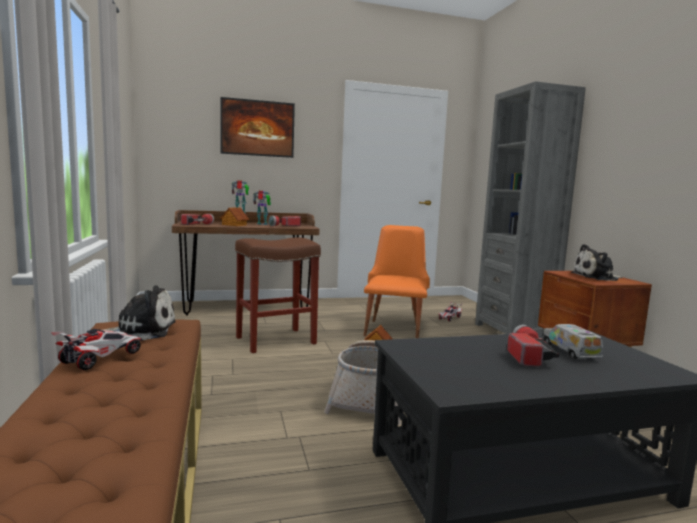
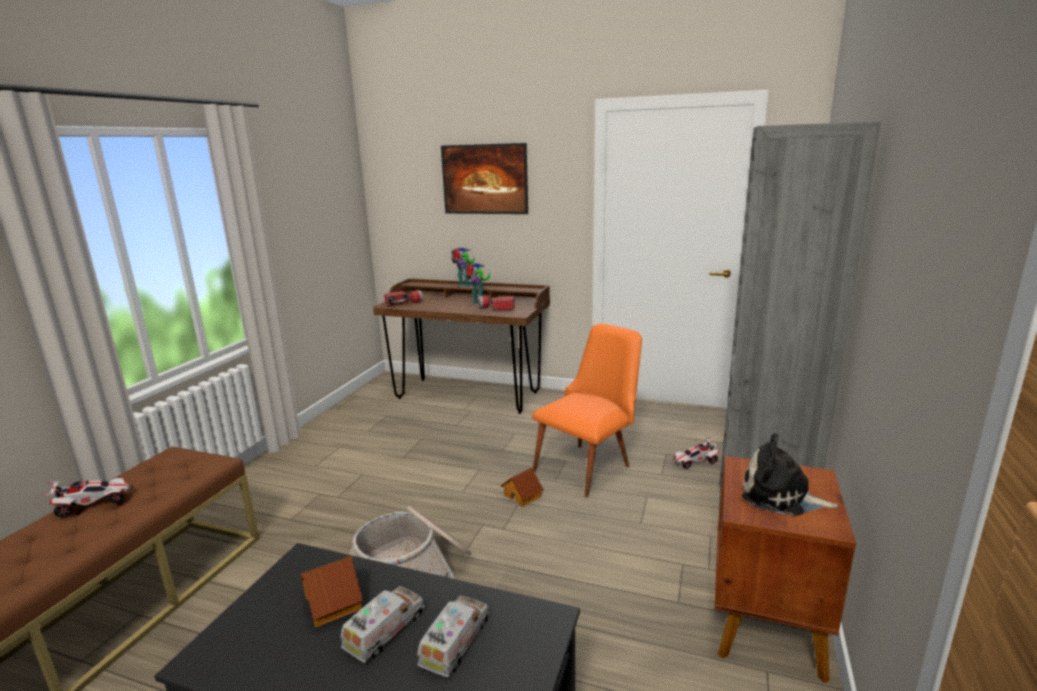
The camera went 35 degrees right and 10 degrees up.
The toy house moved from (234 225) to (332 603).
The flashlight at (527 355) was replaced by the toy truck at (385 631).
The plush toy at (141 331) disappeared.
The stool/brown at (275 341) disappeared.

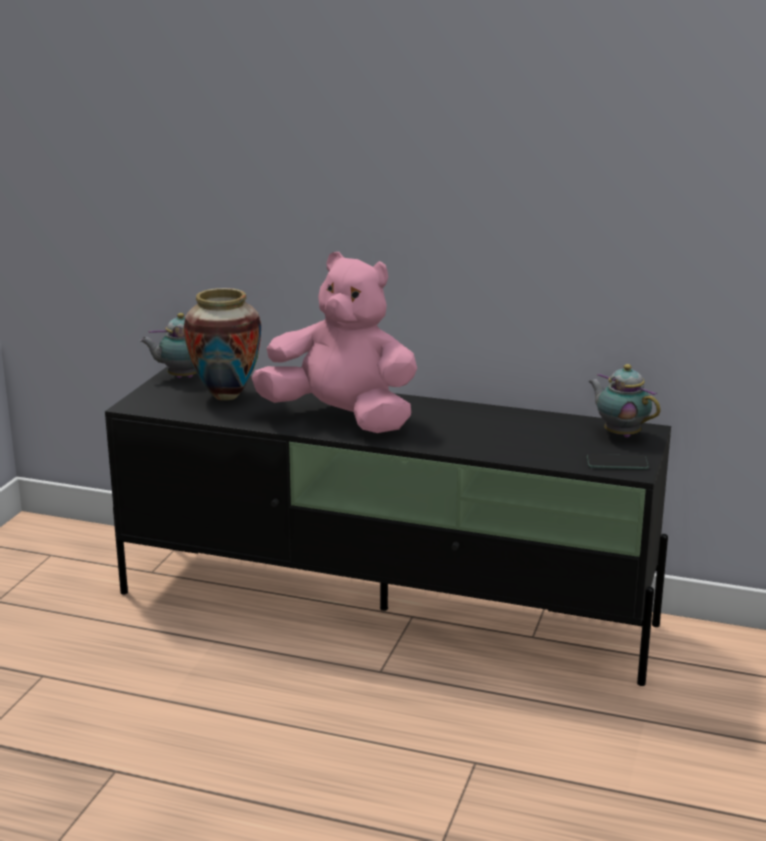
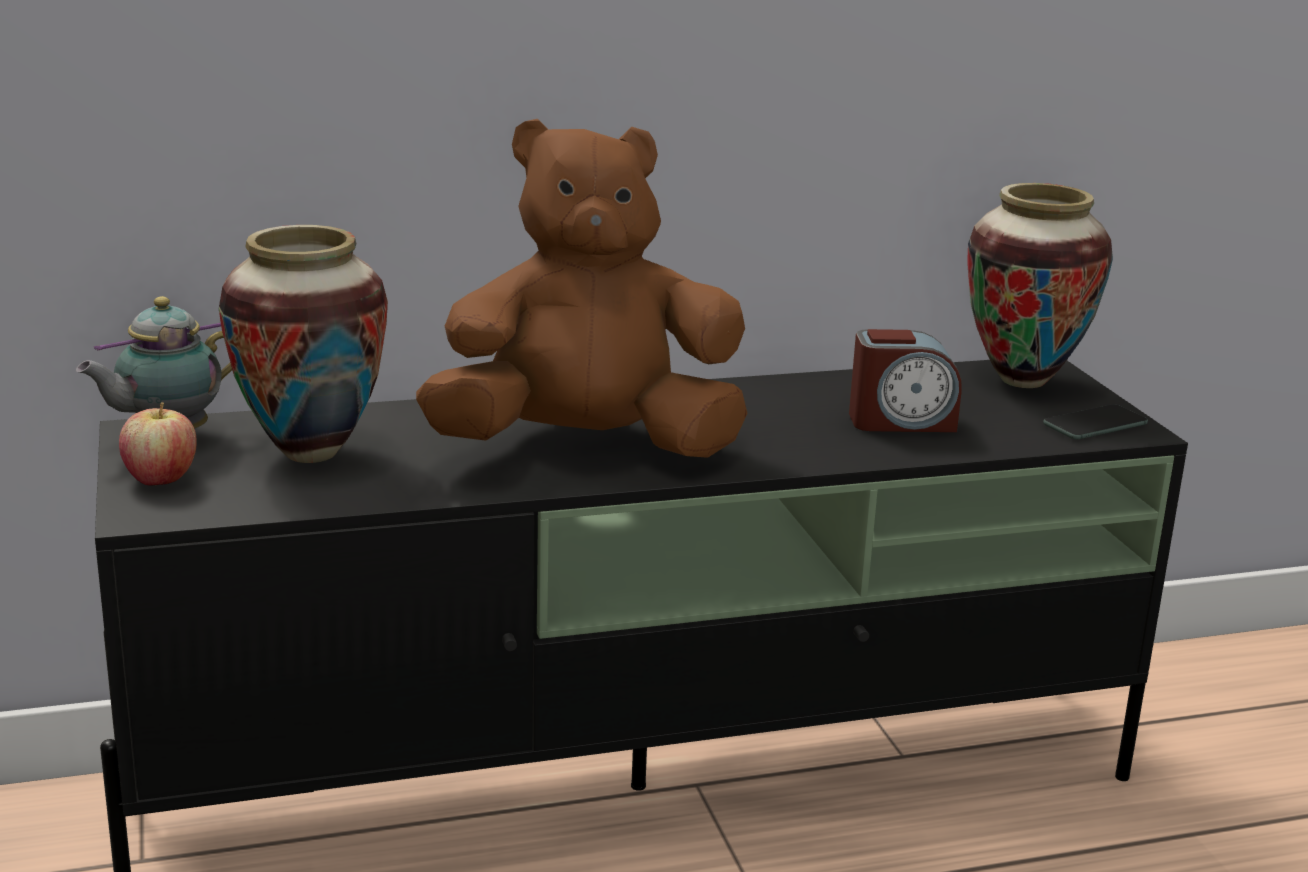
The camera went 35 degrees left and 0 degrees up.
The apple at (161 479) appeared.
The plush toy/pink at (342 418) became the plush toy/brown at (586 447).
The alarm clock at (901 421) appeared.
The teapot at (620 434) was replaced by the vase at (1023 381).

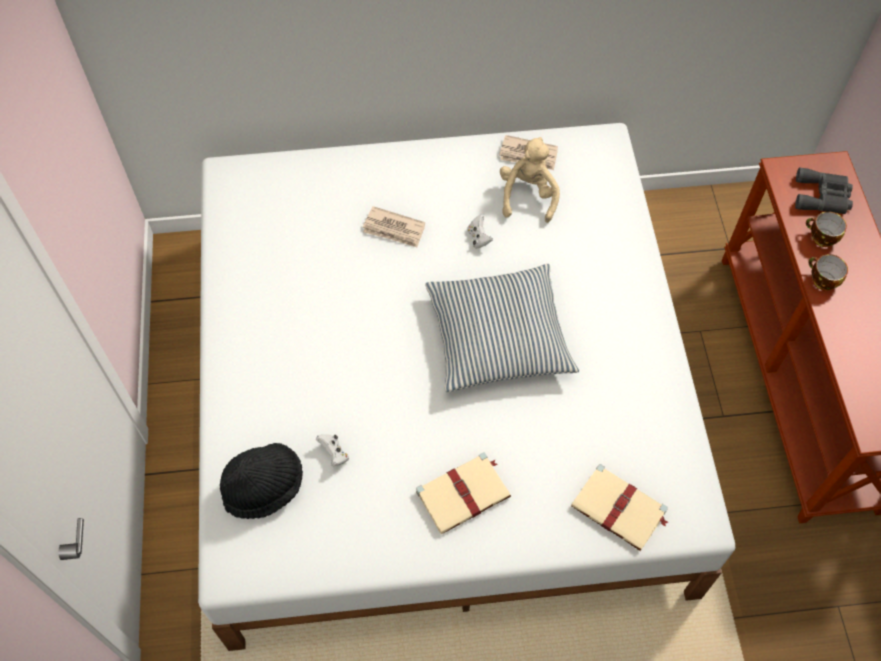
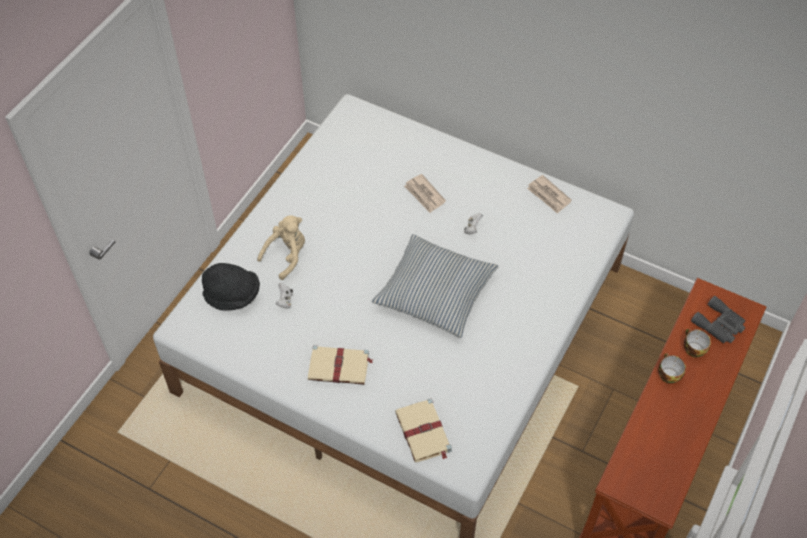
The camera went 35 degrees right and 5 degrees down.
The plush toy/beige moved from (528 195) to (287 255).

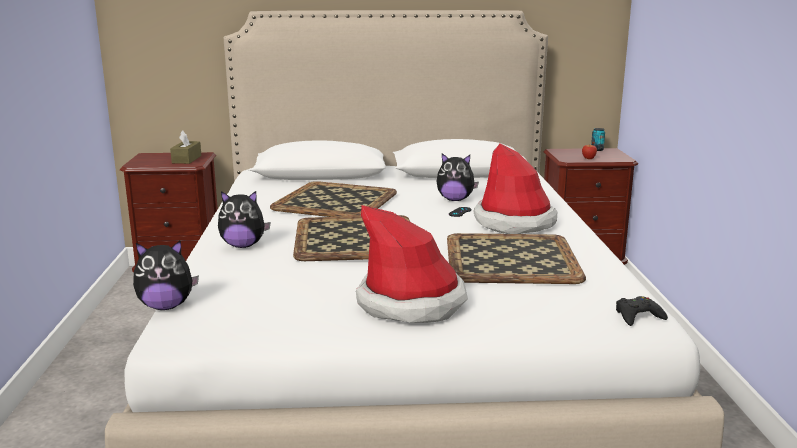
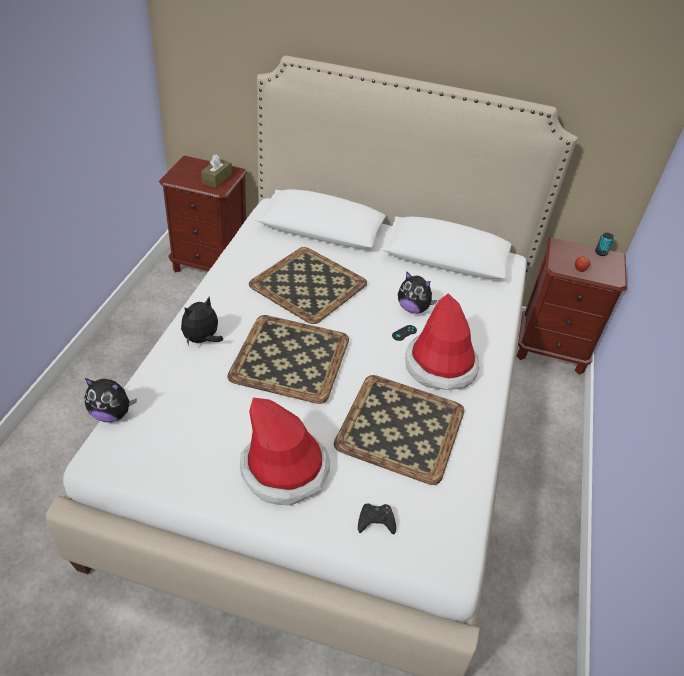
The camera went 15 degrees right and 25 degrees up.
The plush toy at (243 245) turned 120 degrees clockwise.
The game controller/black moved from (638 316) to (376 521).

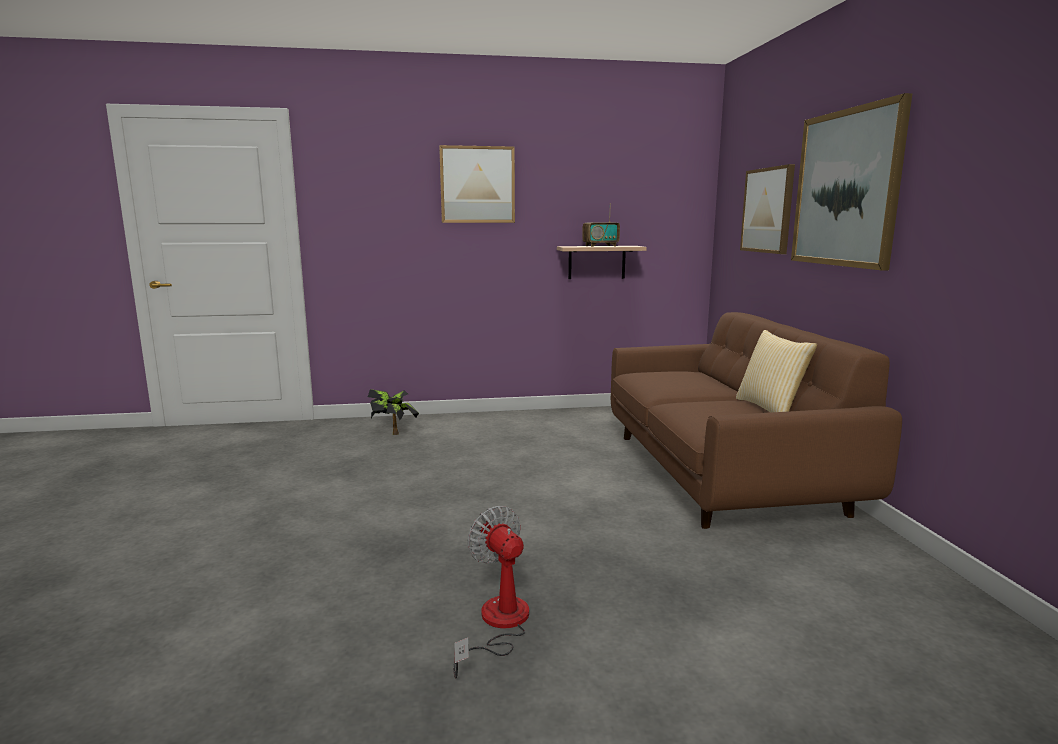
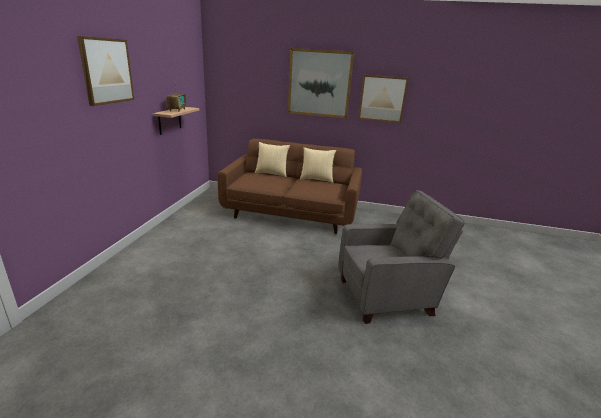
The camera went 70 degrees left and 10 degrees up.
The pillow at (272 173) appeared.
The fan at (498 624) was replaced by the armchair/grey at (387 297).
The picture moved from (768 210) to (382 98).
The potted plant at (394 432) disappeared.

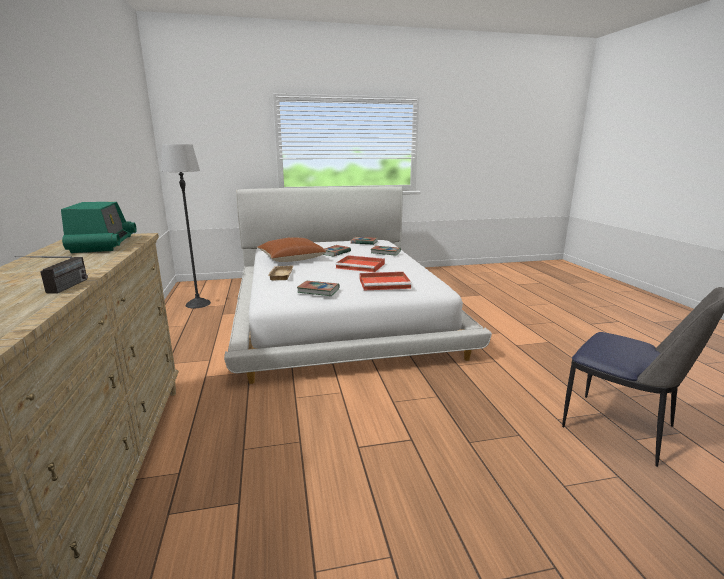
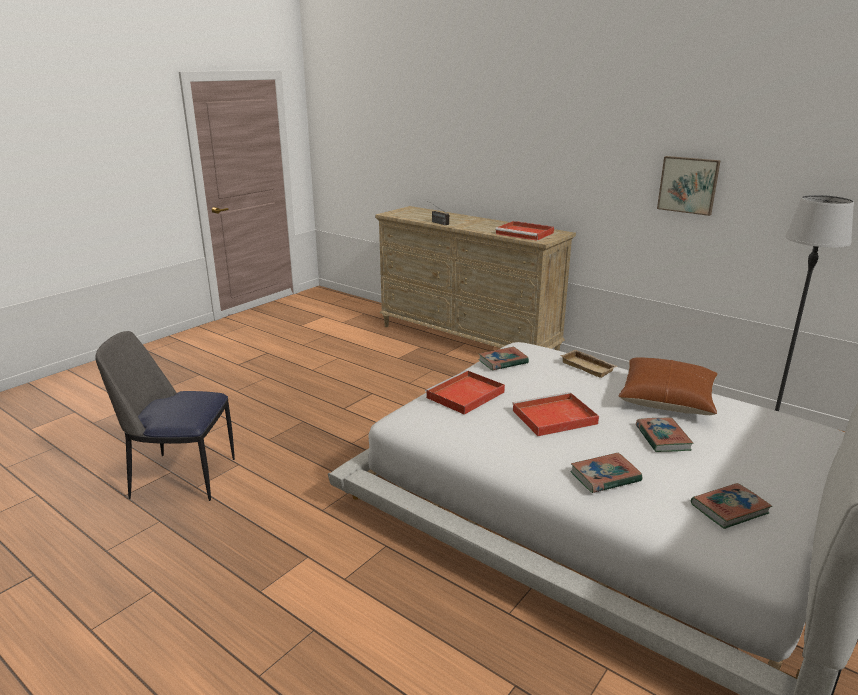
The camera went 140 degrees right and 5 degrees up.
The radio at (103 244) was replaced by the tray/red at (525 233).
The picture at (688 185) appeared.

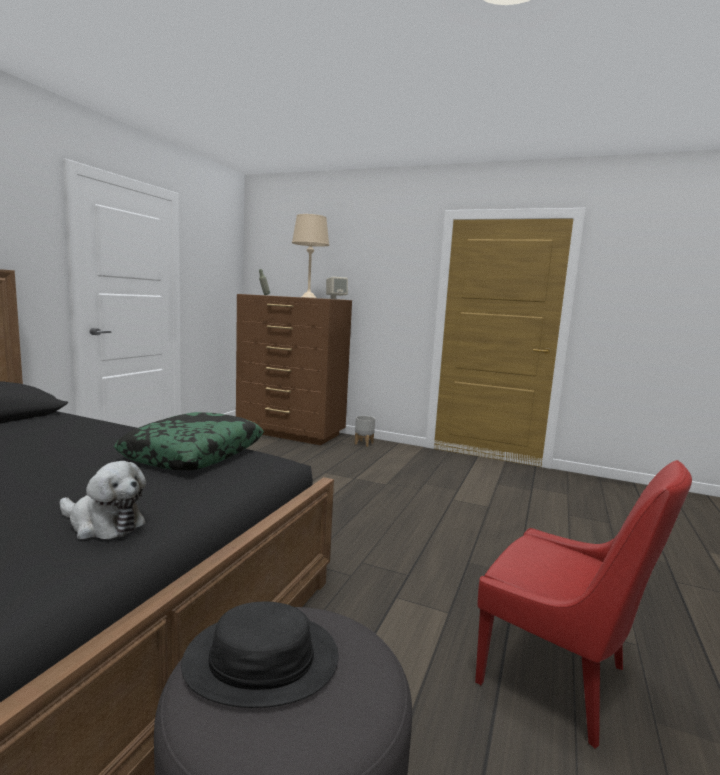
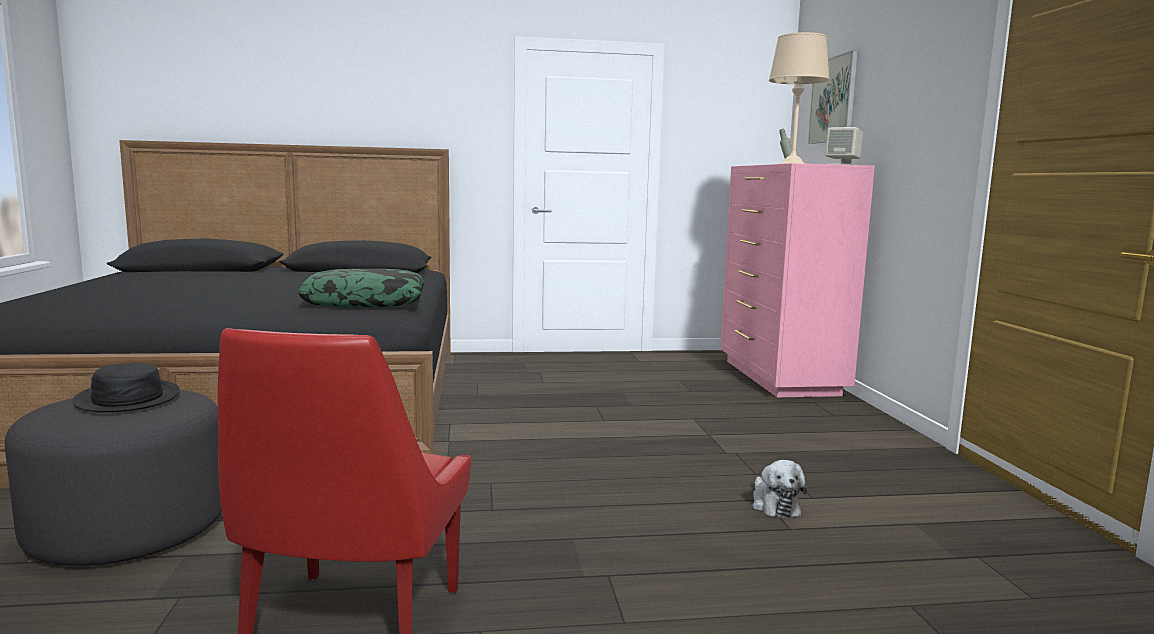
The camera went 60 degrees right and 0 degrees up.
The dresser/brown at (291 433) became the dresser/pink at (779 377).
The plush toy moved from (103 524) to (774 505).
The picture at (833 100) appeared.
The planter/grey at (364 443) disappeared.

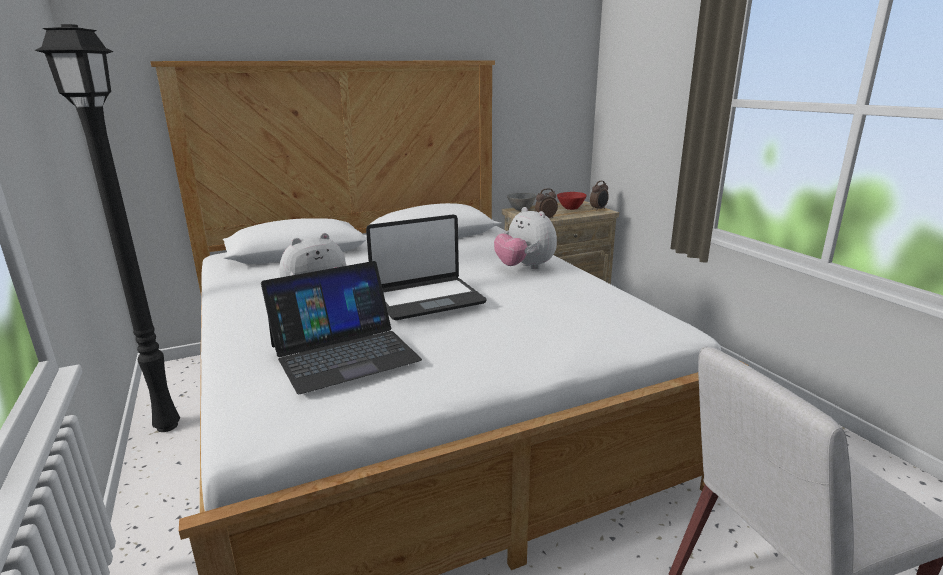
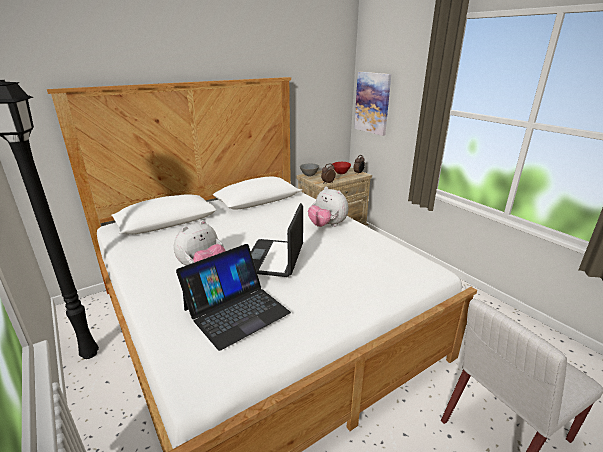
The camera went 10 degrees left and 5 degrees up.
The laptop at (427 299) turned 135 degrees clockwise.
The picture at (372 103) appeared.

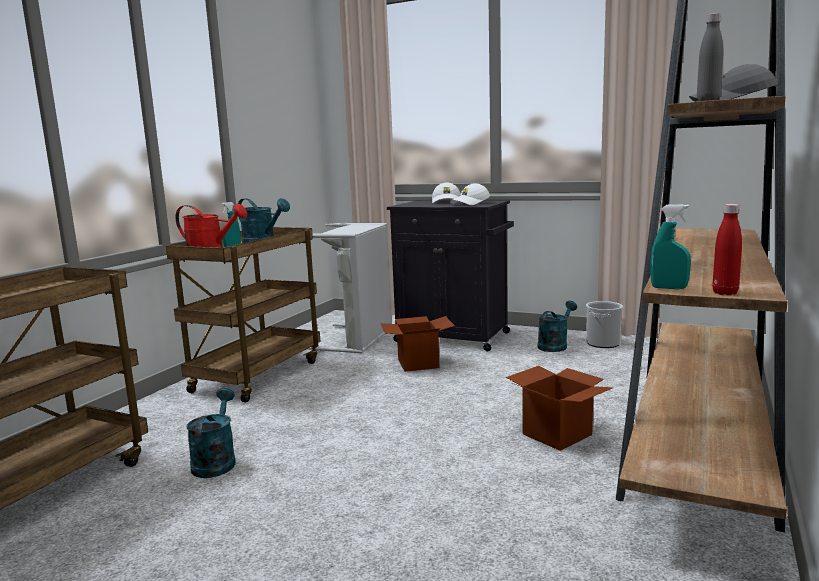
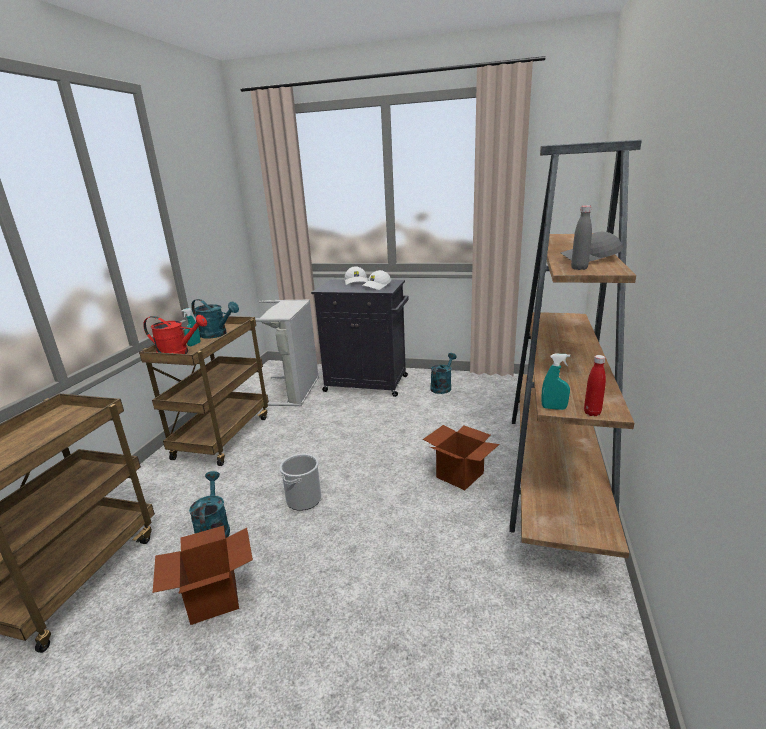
The camera went 10 degrees left and 10 degrees up.
The cardboard box moved from (418 363) to (214 598).
The bucket moved from (603 343) to (304 499).

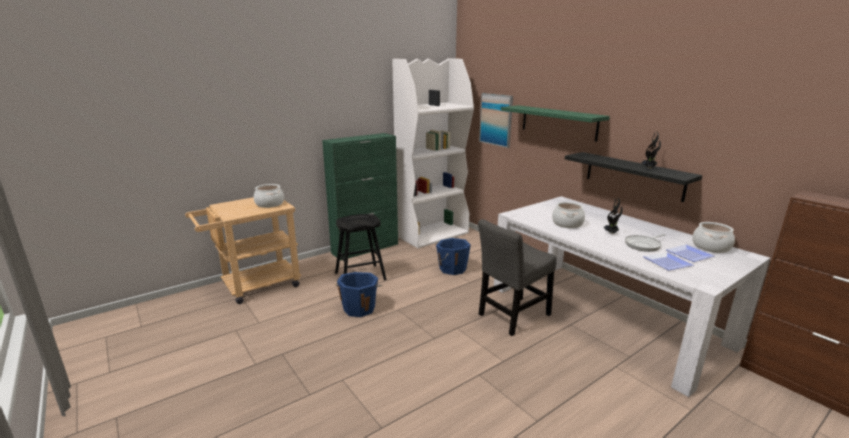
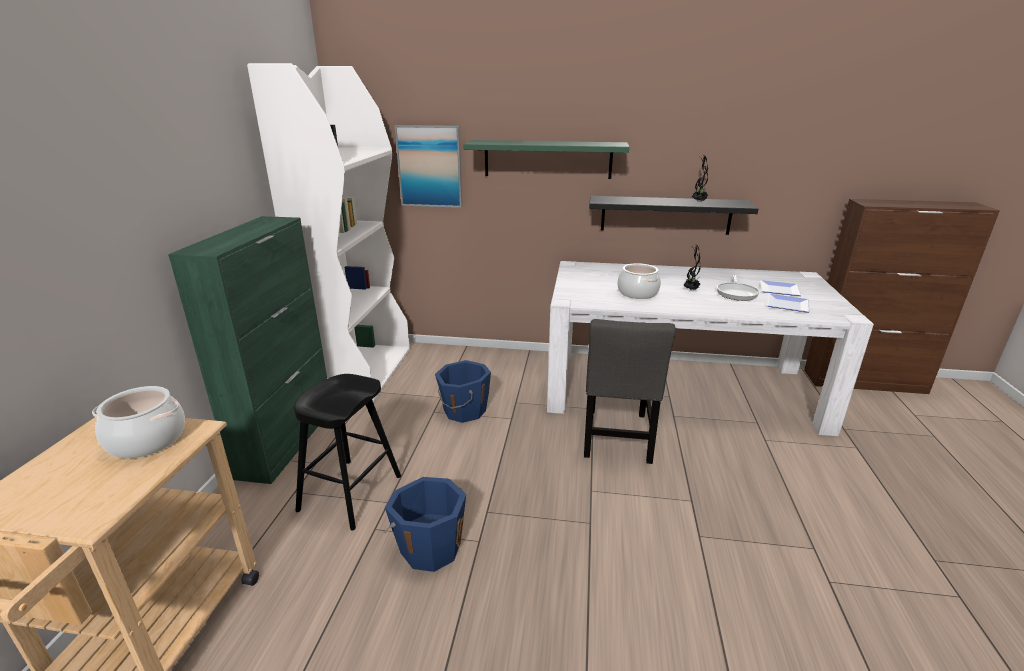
The camera went 45 degrees left and 5 degrees up.
The cooking pot at (711 247) disappeared.

